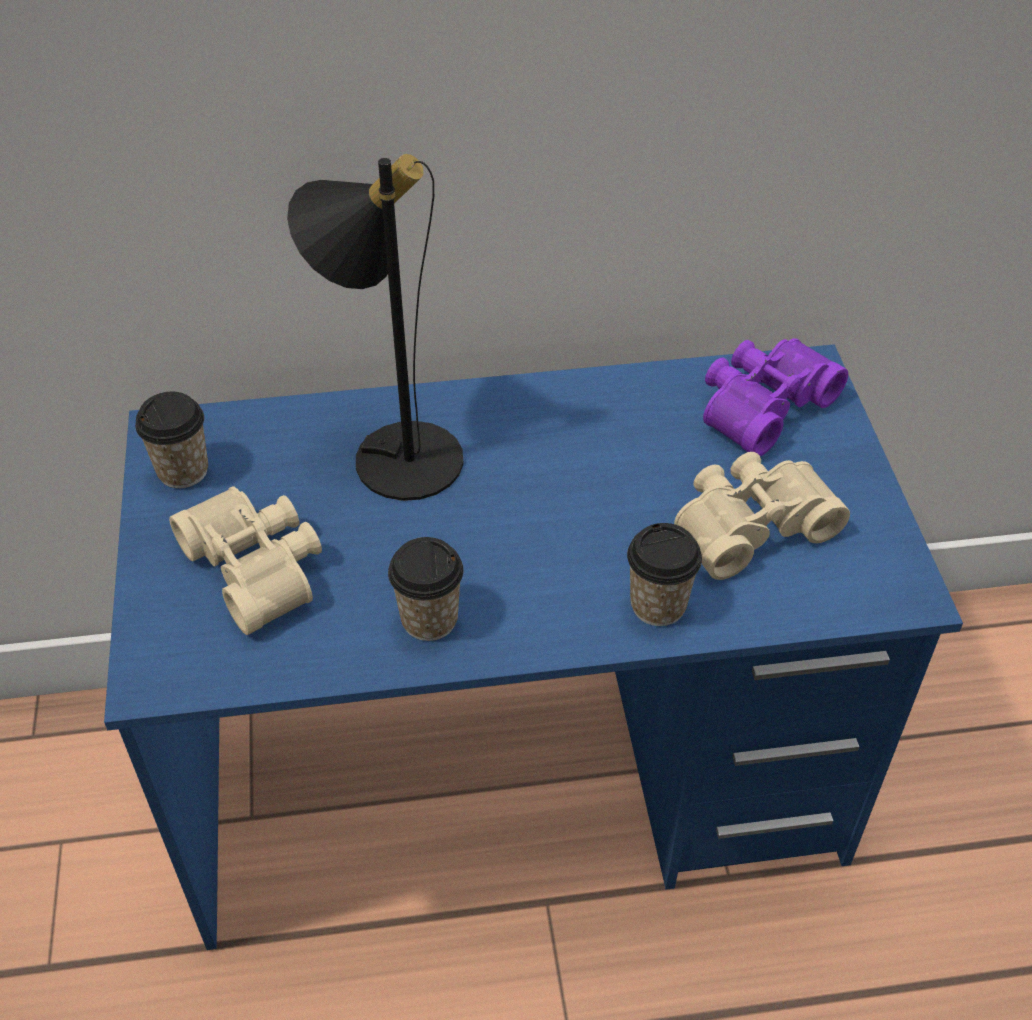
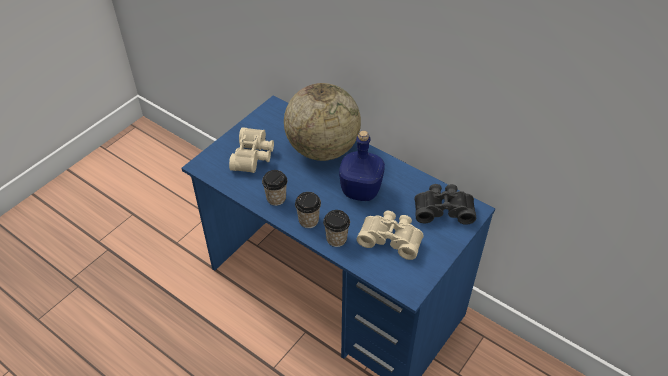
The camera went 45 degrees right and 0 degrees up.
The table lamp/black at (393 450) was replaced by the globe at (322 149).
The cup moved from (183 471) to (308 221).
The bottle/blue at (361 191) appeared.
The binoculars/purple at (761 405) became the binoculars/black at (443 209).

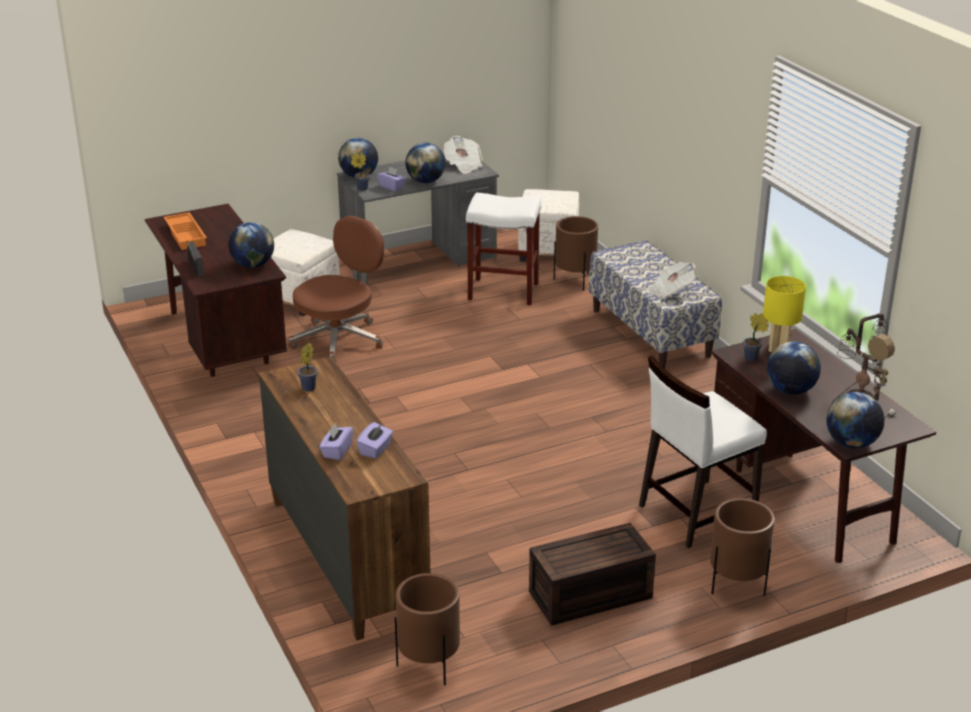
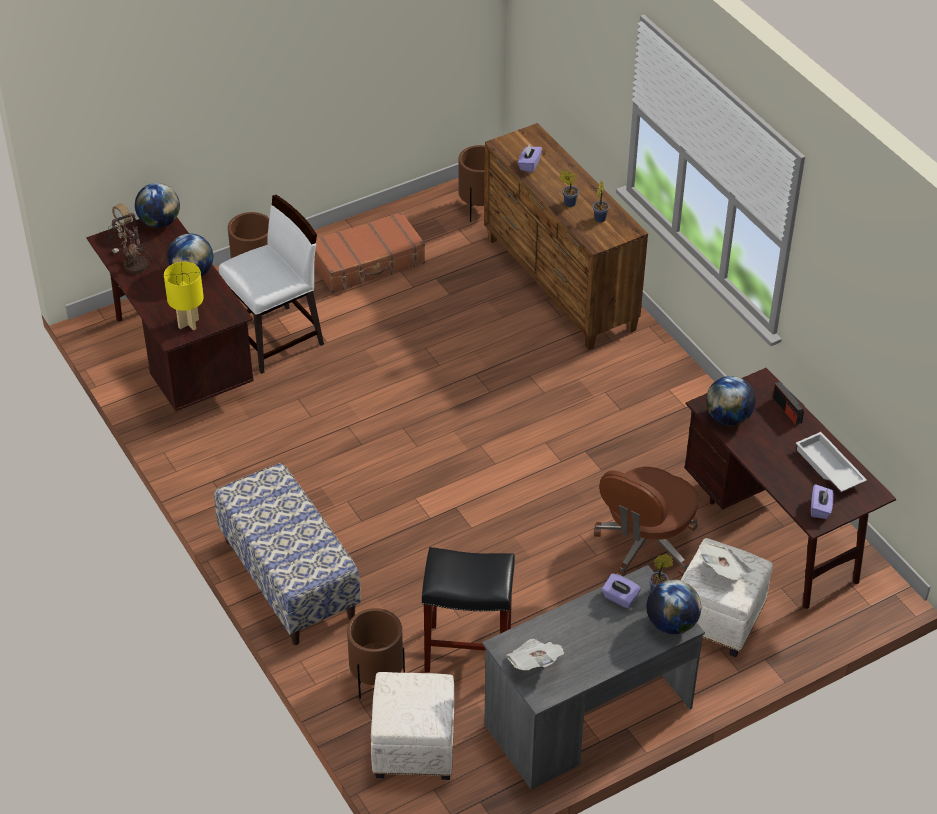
The camera went 175 degrees right and 15 degrees up.
The storage box/brown at (589 596) was replaced by the suitcase/brown at (368 262).
The stool/white at (502 291) became the stool/black at (469 650).
The potted plant moved from (752 358) to (568 203).
The newspaper moved from (670 291) to (723 571).
The tray/orange at (187 235) became the tray/white at (828 468).
The tissue box/purple moved from (337 451) to (820 509).
The globe at (426 181) disappeared.

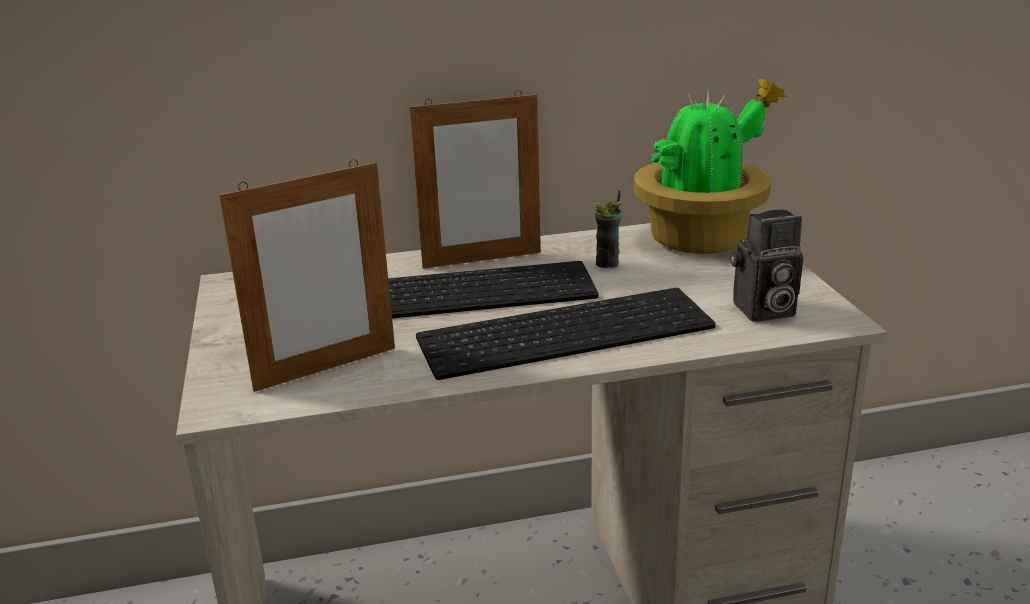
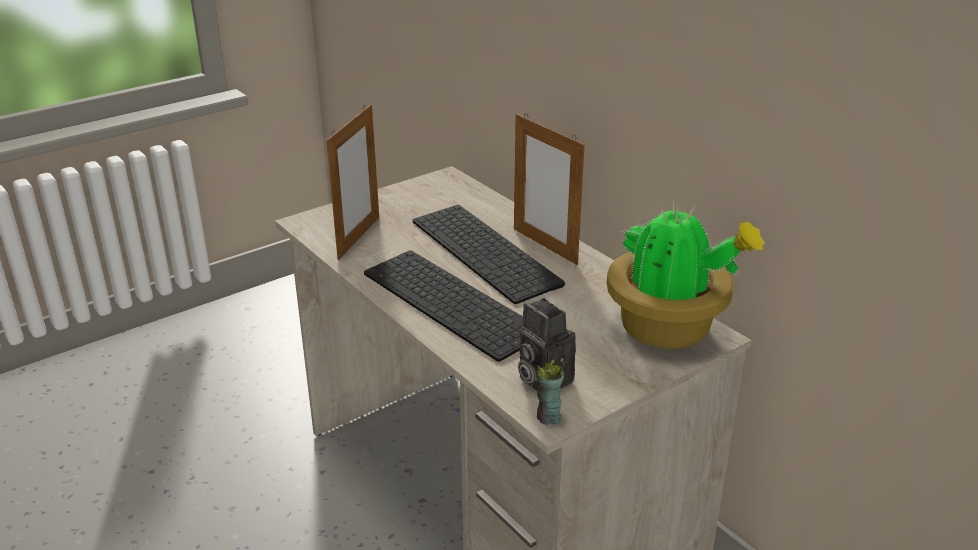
The camera went 65 degrees right and 5 degrees up.
The picture frame at (326 368) turned 105 degrees counterclockwise.
The cup moved from (608 263) to (548 417).

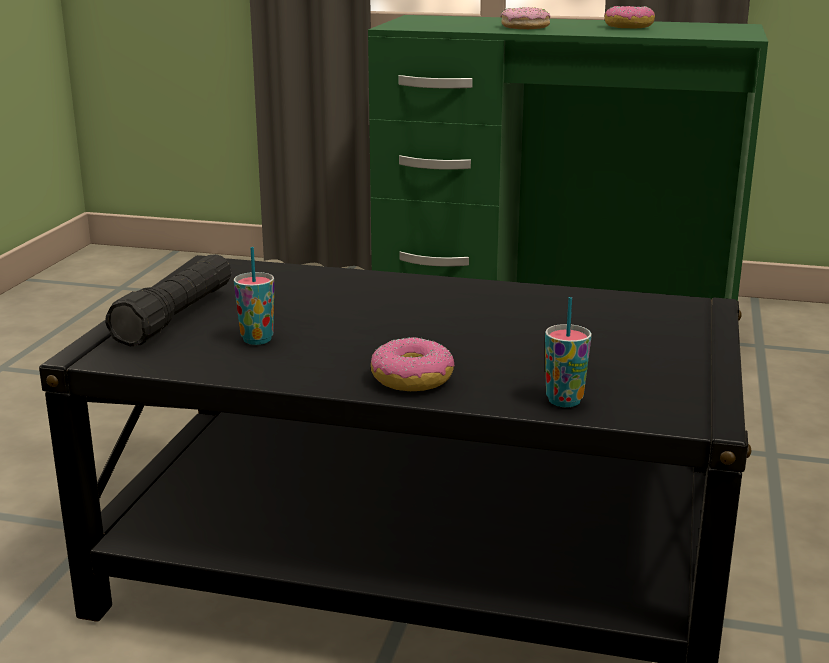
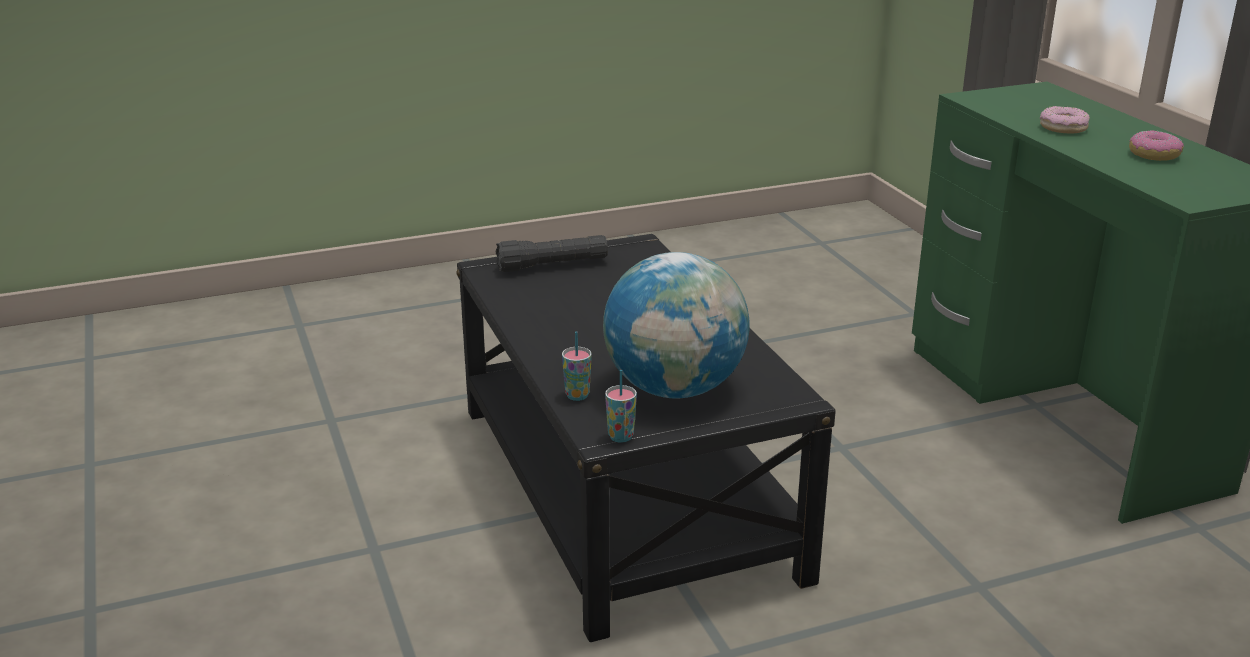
The camera went 55 degrees right and 5 degrees up.
The globe at (675 389) appeared.
The cup moved from (257 340) to (621 437).
The donut at (412 379) disappeared.

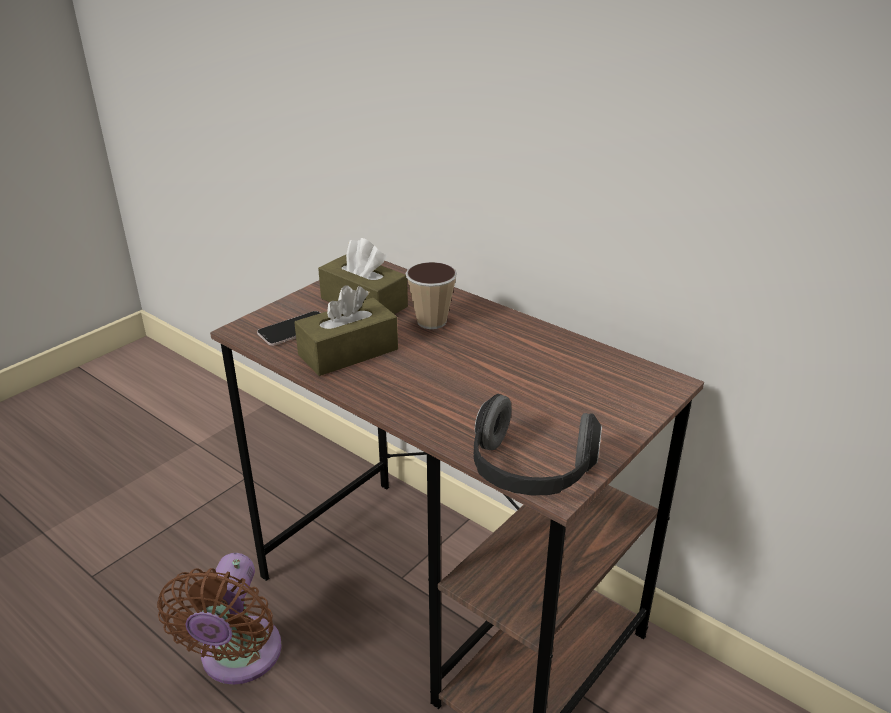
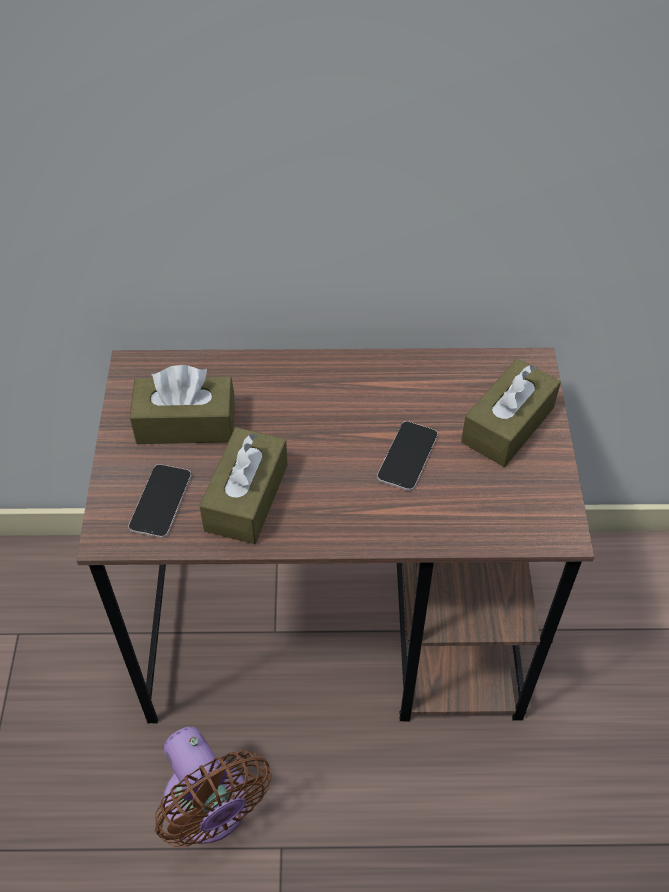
The camera went 40 degrees left and 20 degrees up.
The phone at (407 456) appeared.
The tissue box/brown at (507 425) appeared.
The cup at (431 322) disappeared.
The headphones at (529 473) disappeared.

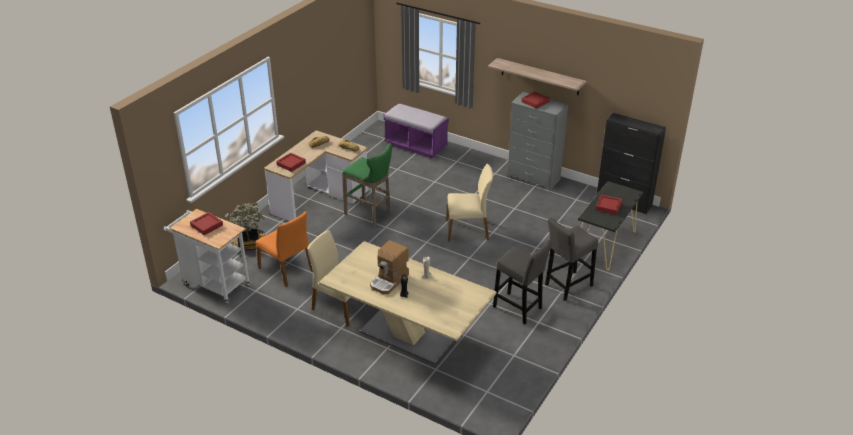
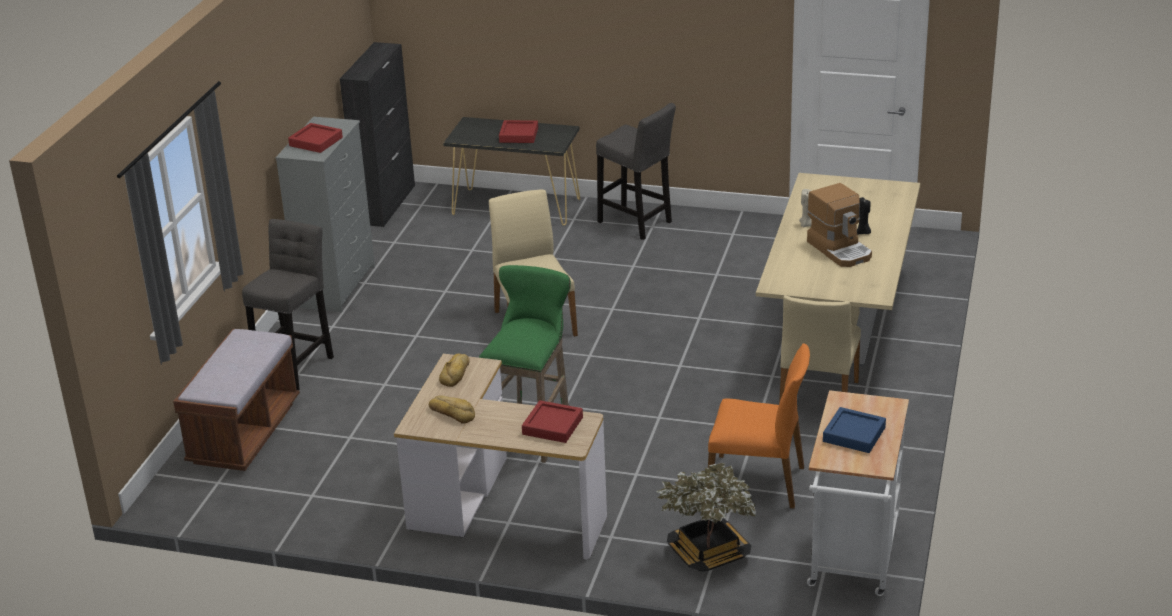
The camera went 105 degrees left and 5 degrees down.
The bench/purple at (416 146) became the bench/brown at (244 433).
The stool/grey moved from (519 309) to (296 367).
The chair/orange at (287 269) turned 75 degrees clockwise.
The coffee machine at (389 281) turned 45 degrees clockwise.
The tray/red at (206 225) became the tray/blue at (854 434).
The shelf at (540 76) disappeared.

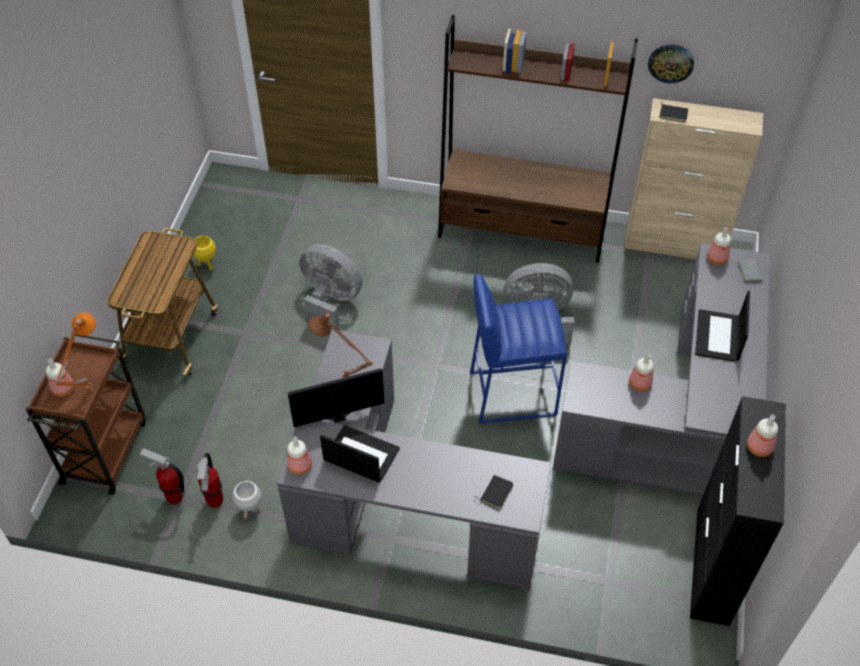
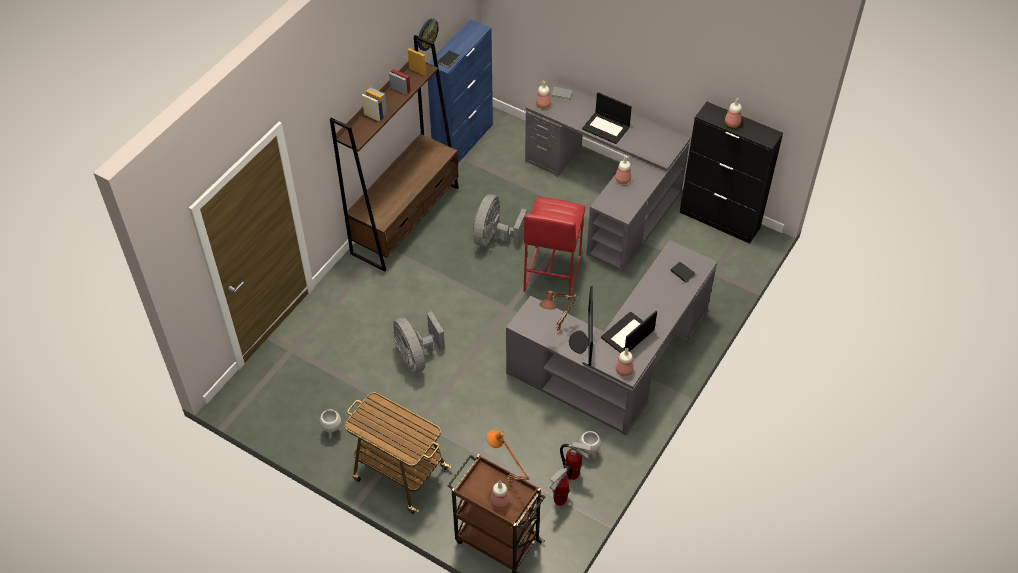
The camera went 70 degrees left and 0 degrees up.
The planter/yellow at (207 264) became the planter/white at (332 432).
The fan/grey at (330 302) turned 75 degrees counterclockwise.
The cabinet/beige at (674 245) became the cabinet/blue at (463 142).
The stool/blue at (511 392) became the stool/red at (551 274).

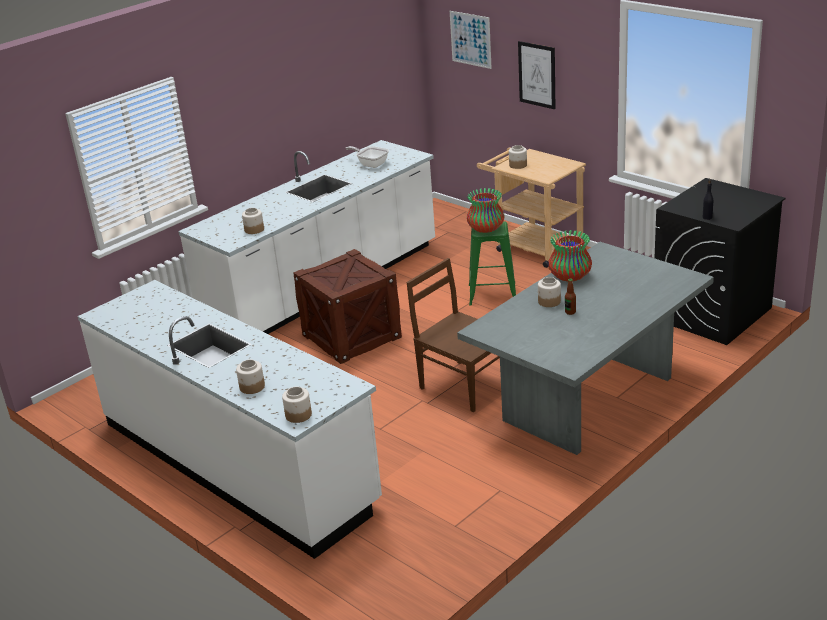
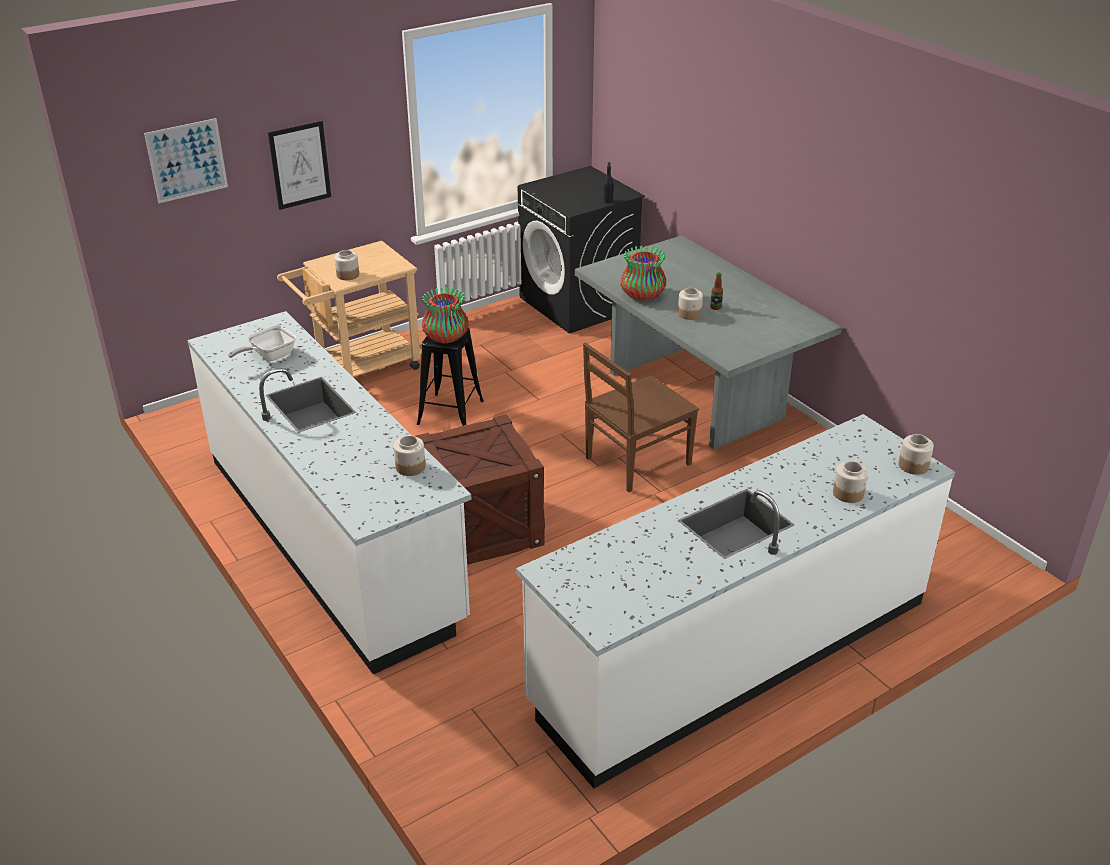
The camera went 80 degrees left and 5 degrees up.
The stool/green at (492 294) became the stool/black at (450 413).

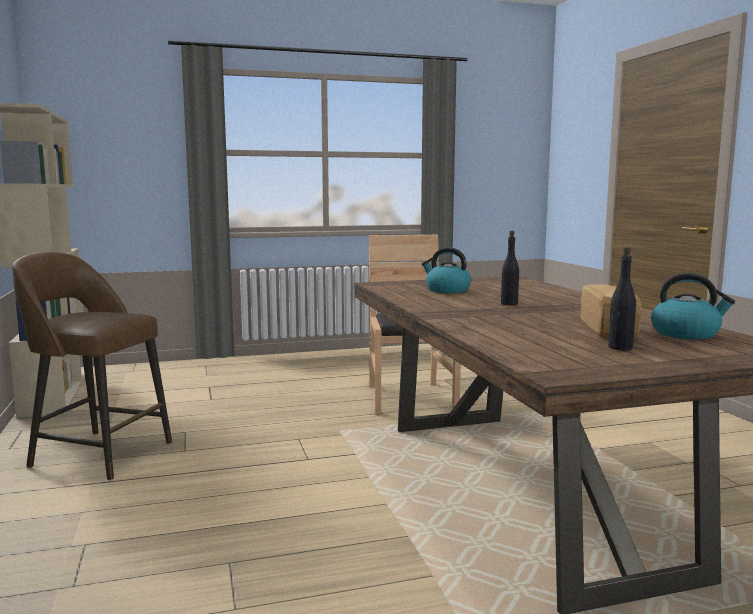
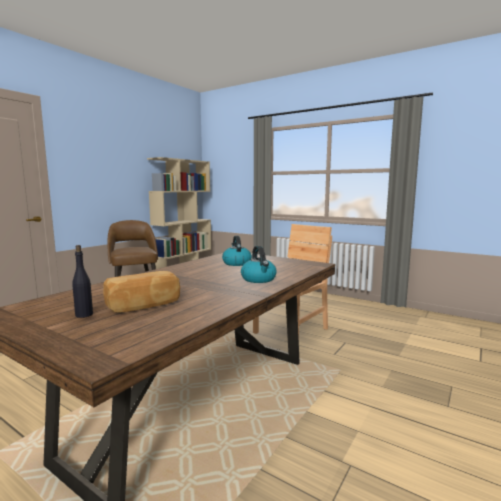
The camera went 50 degrees right and 0 degrees up.
The kettle moved from (686 334) to (259 279).
The bottle/black at (509 304) disappeared.

